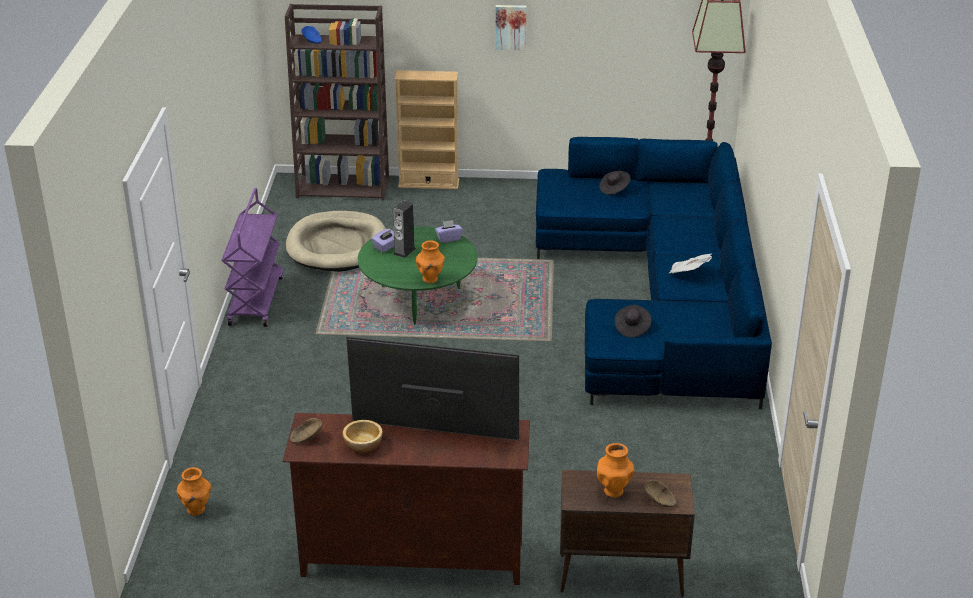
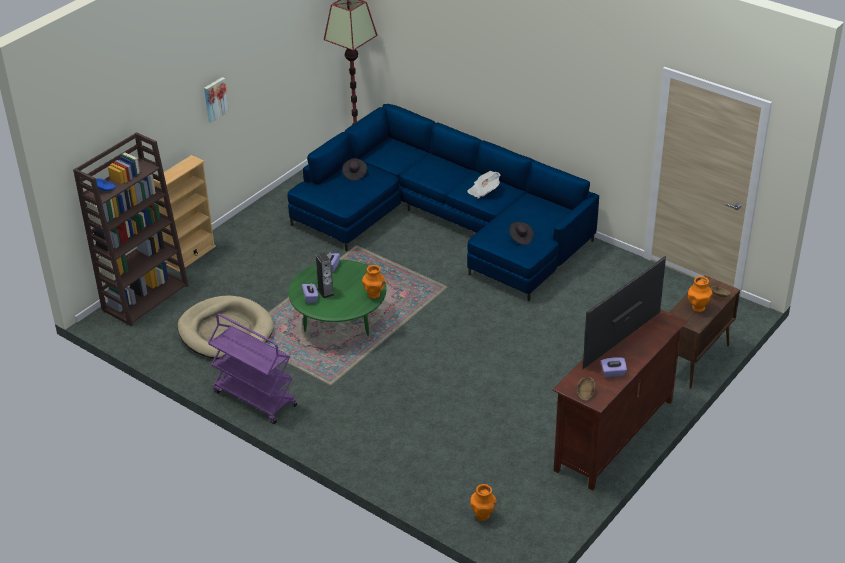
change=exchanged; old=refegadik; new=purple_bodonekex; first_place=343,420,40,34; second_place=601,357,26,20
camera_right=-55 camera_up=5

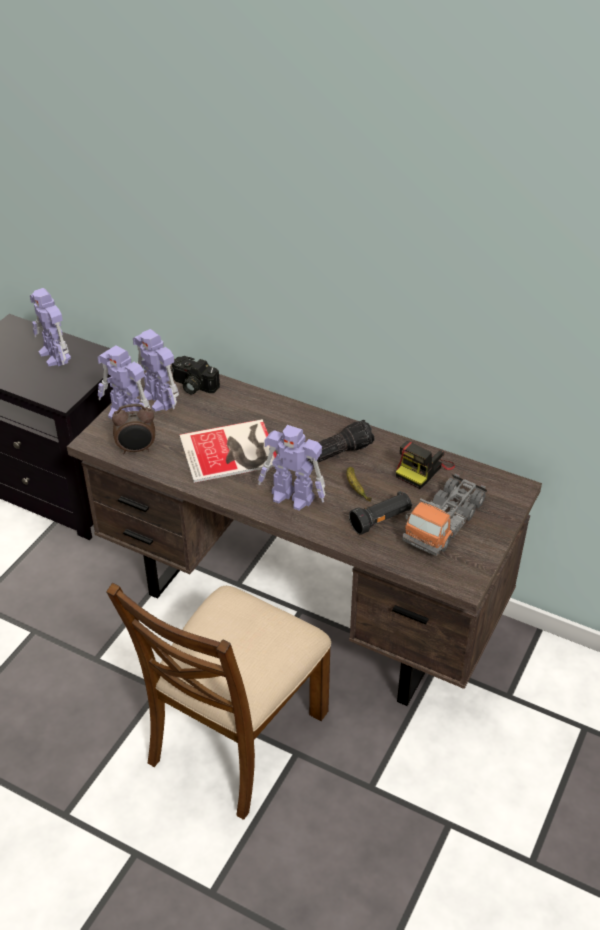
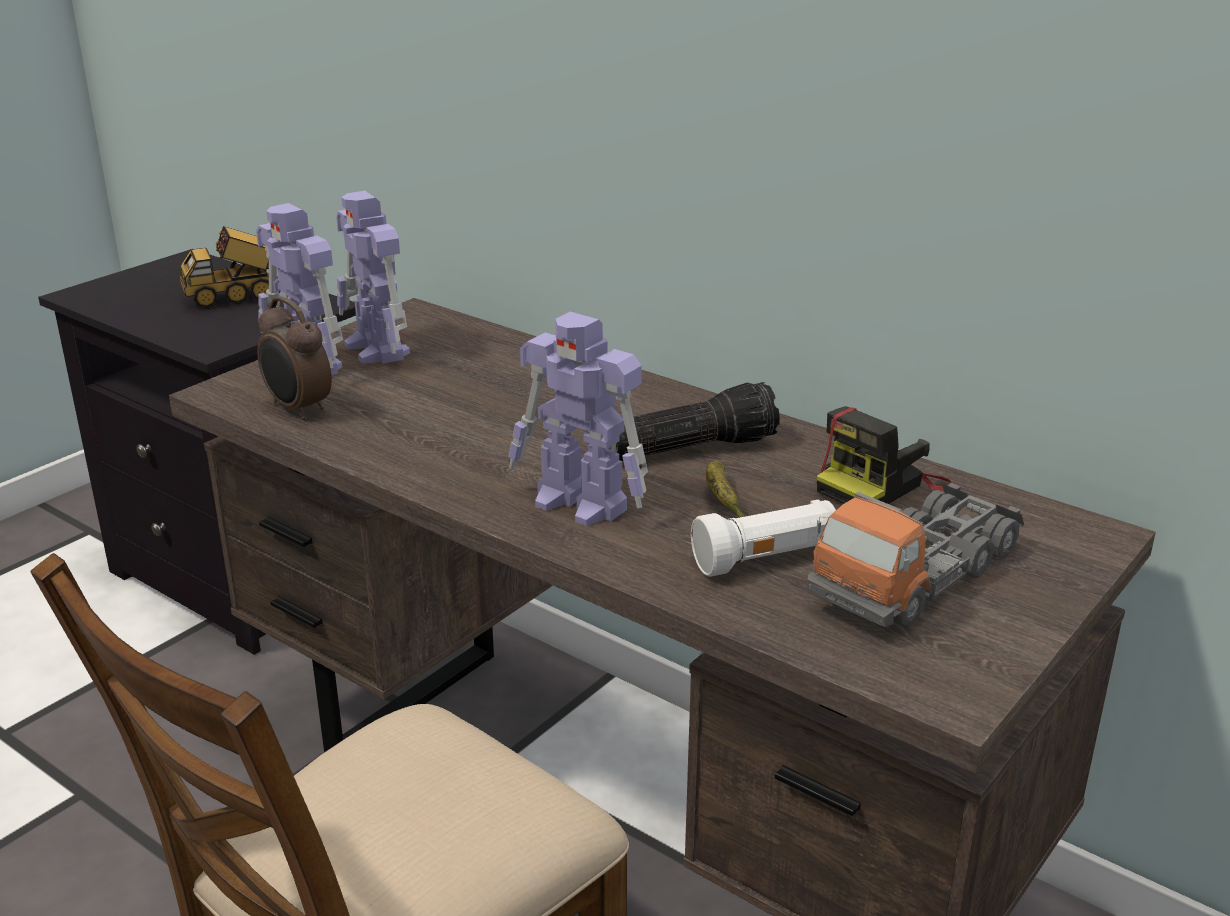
change=exchanged; old=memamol; new=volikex; first_place=30,288,41,78; second_place=180,226,89,83
change=spun; old=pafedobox; first_place=112,404,43,50; second_place=257,297,75,123; degrees=45
change=missing; old=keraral; first_place=171,356,49,38
change=missing; old=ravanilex; first_place=179,419,98,64
change=colour; old=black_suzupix; new=white_suzupix; first_place=349,491,63,44; second_place=691,499,145,78
camera_right=10 camera_up=-15

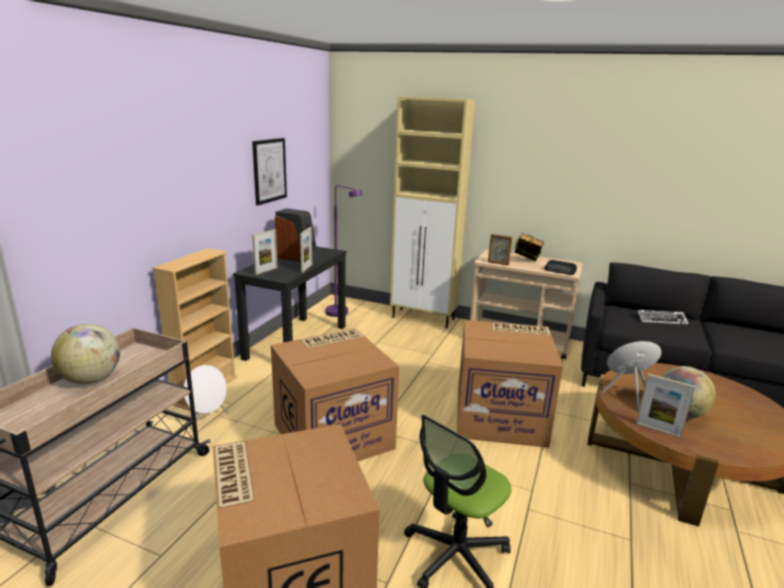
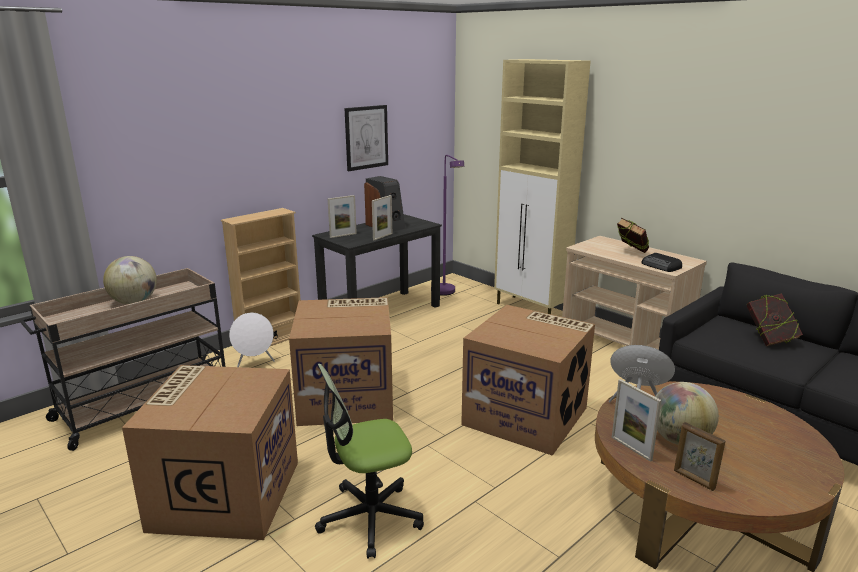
change=relocated; old=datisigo; first_place=488,234,25,31; second_place=674,422,51,69
change=exchanged; old=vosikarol; new=ravanilex; first_place=637,310,51,15; second_place=746,293,57,53
camera_right=25 camera_up=0

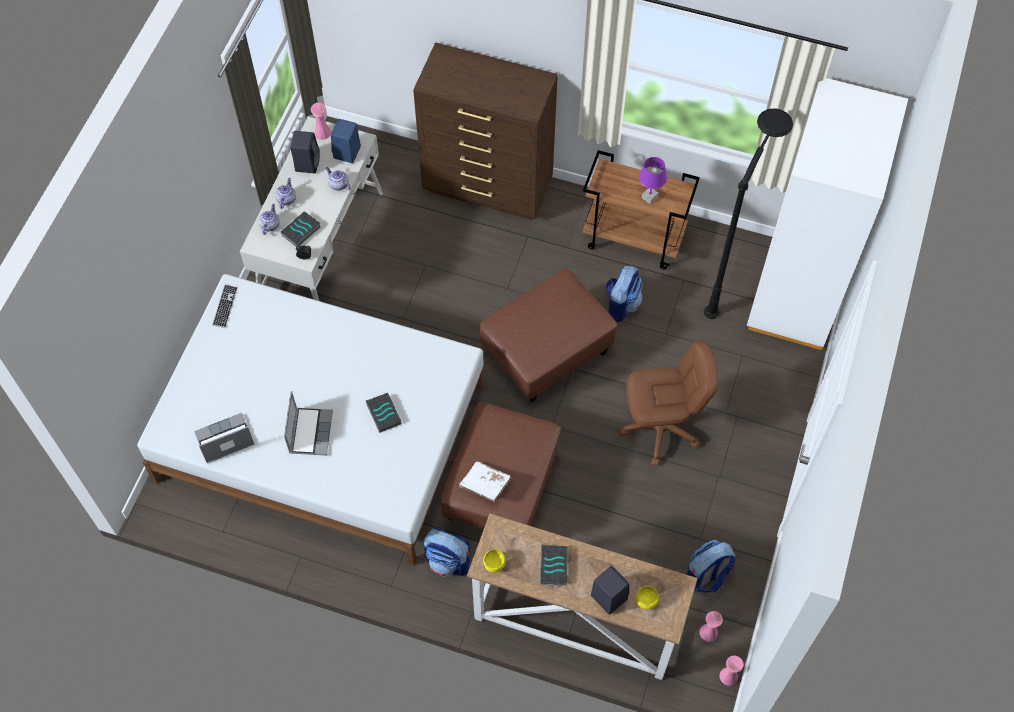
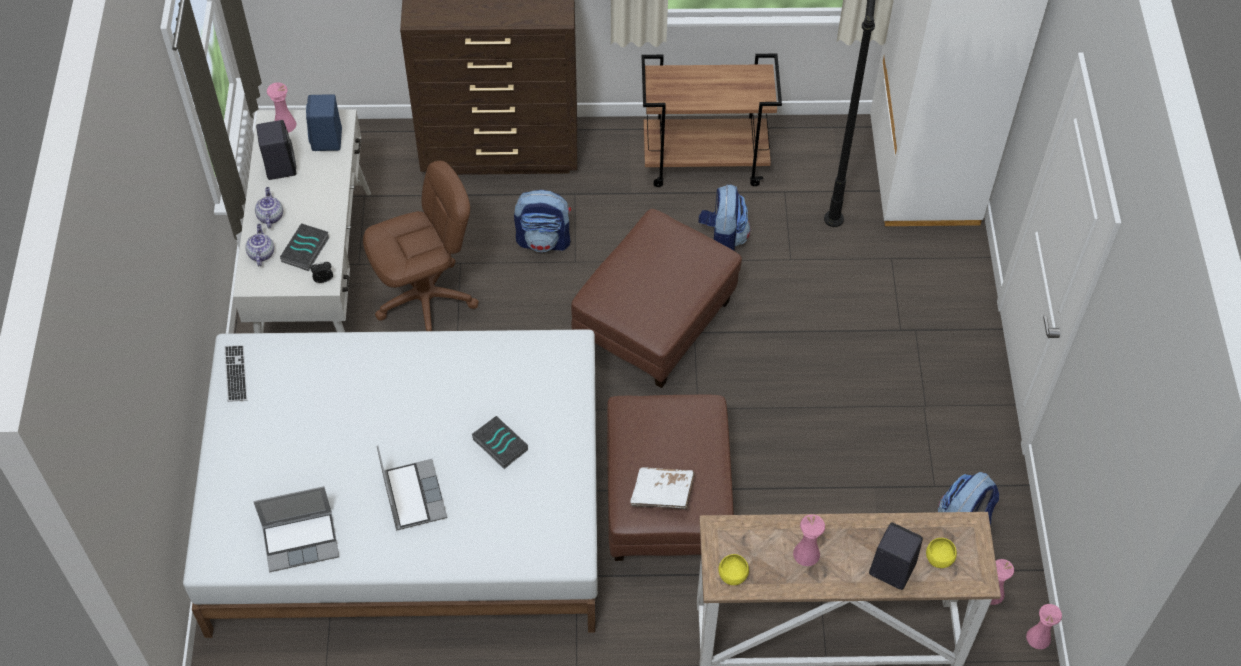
change=spun; old=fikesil; first_place=194,413,60,50; second_place=254,486,85,86; degrees=-150
change=missing; old=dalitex; first_place=326,167,25,24
change=relocated; old=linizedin; first_place=423,527,47,50; second_place=514,190,57,62
change=exchanged; old=ravanilex; new=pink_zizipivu; first_place=540,544,28,41; second_place=793,514,32,52
change=relocated; old=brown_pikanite; first_place=619,340,99,126; second_place=363,161,116,170
change=missing; old=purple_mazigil; first_place=639,157,28,47
camera_right=-20 camera_up=-5

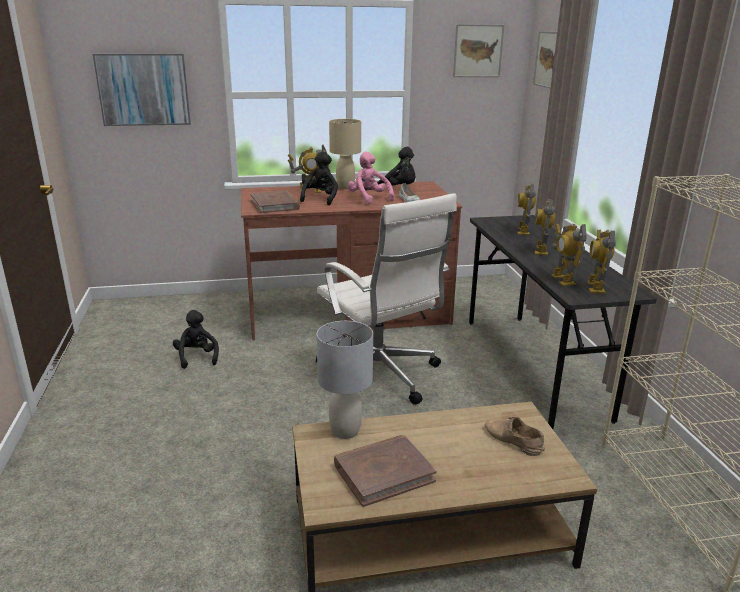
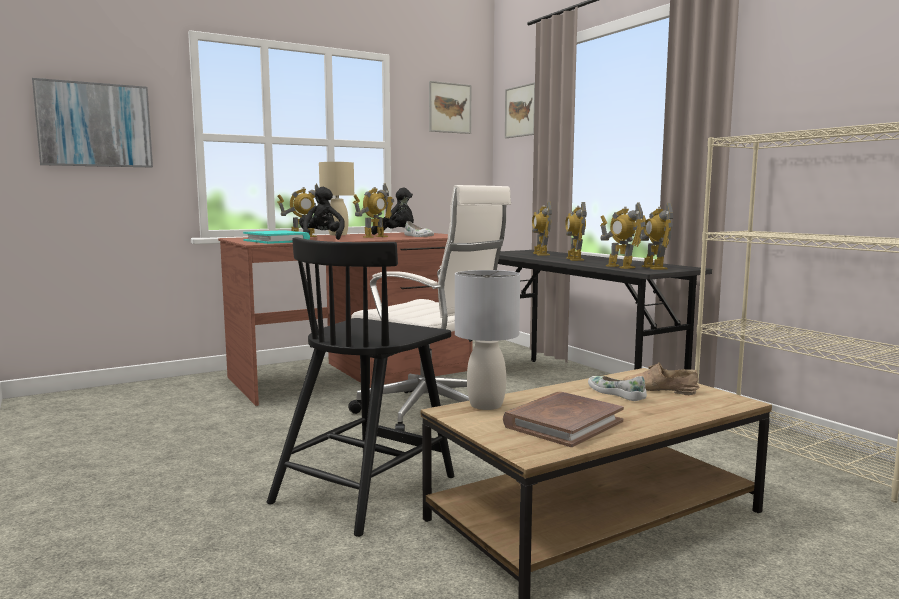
change=missing; old=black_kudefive; first_place=173,310,46,59
change=colour; old=brown_ravanilex; new=turquoise_ravanilex; first_place=250,191,50,22; second_place=243,230,67,14
change=exchanged; old=pink_kudefive; new=memamol; first_place=348,152,46,52; second_place=353,184,41,54
change=appeared; new=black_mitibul; second_place=267,237,187,300
change=appeared; new=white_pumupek; second_place=588,376,59,25
camera_right=-20 camera_up=-15

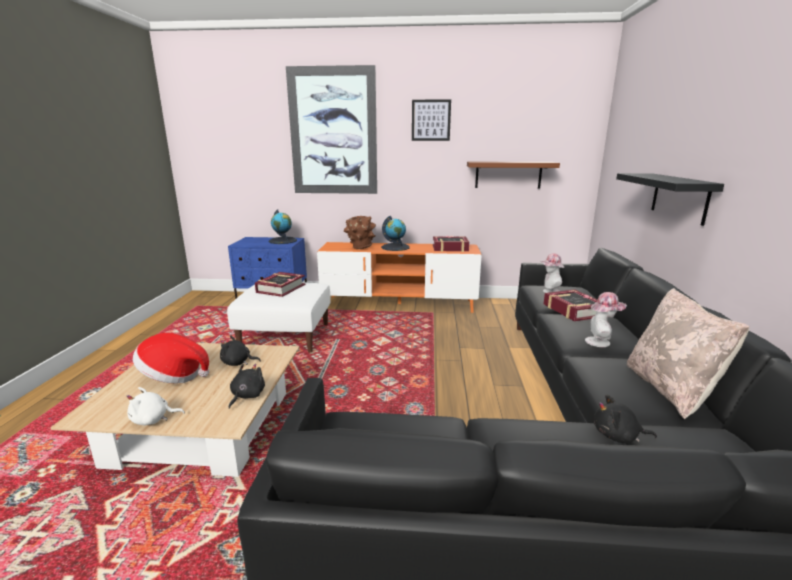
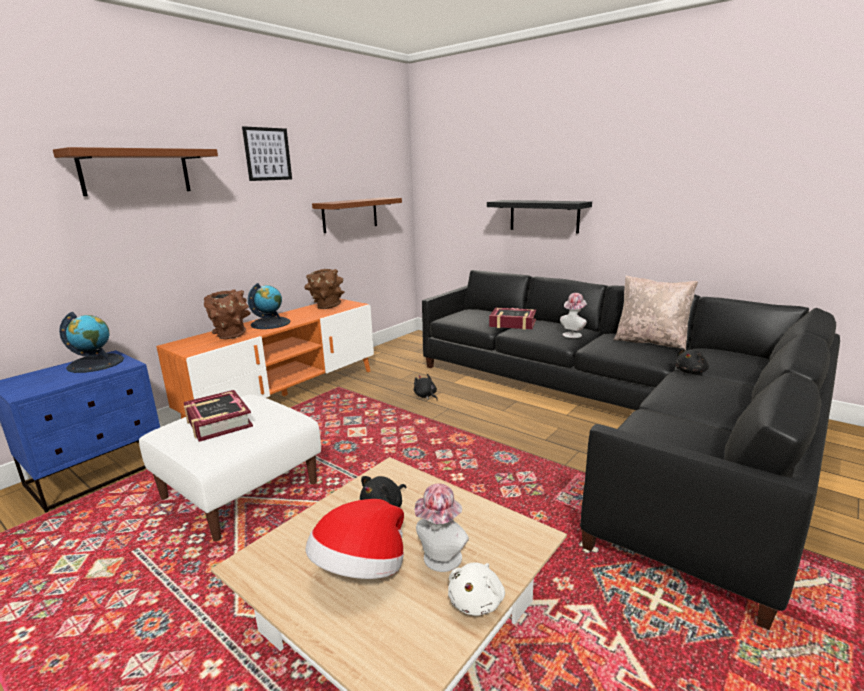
change=relocated; old=black_kudefive; first_place=229,364,36,45; second_place=414,374,24,27
change=exchanged; old=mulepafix; new=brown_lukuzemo; first_place=286,65,91,129; second_place=53,147,165,49
change=exchanged; old=ravanilex; new=brown_zizipivu; first_place=433,236,37,16; second_place=304,269,41,40
change=relocated; old=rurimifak; first_place=540,253,24,40; second_place=414,483,55,89
camera_right=-55 camera_up=0

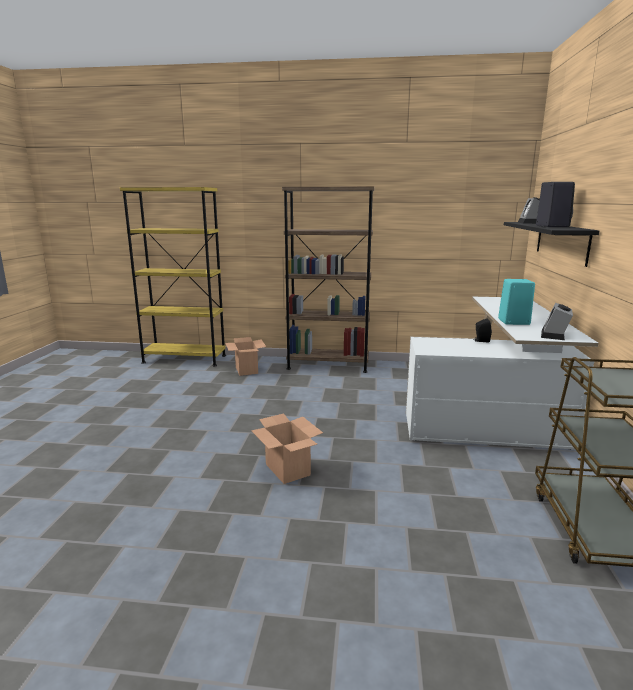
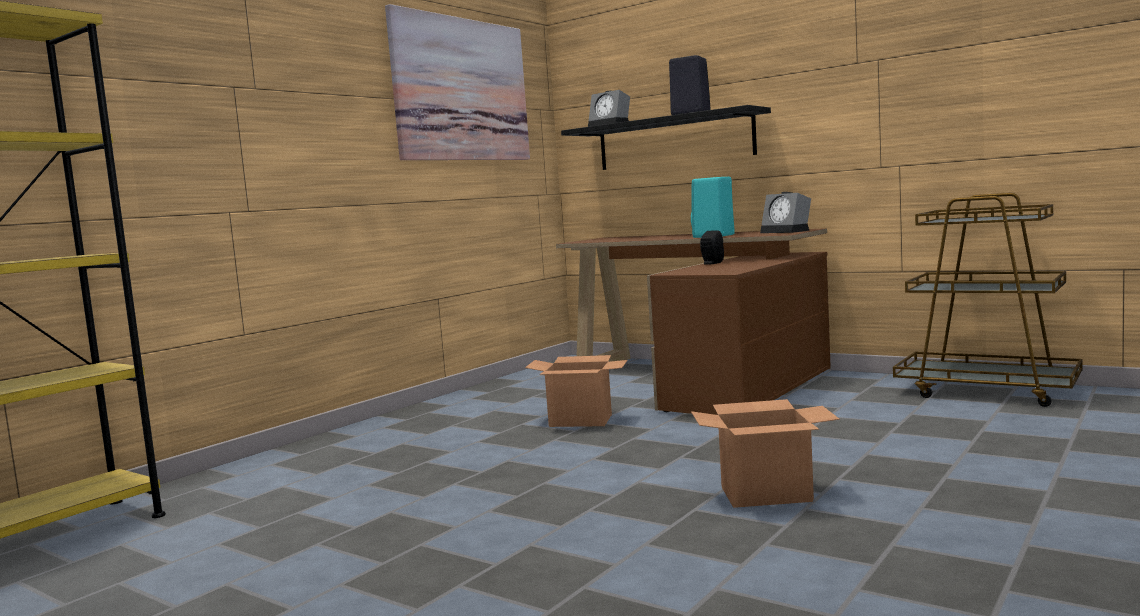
change=relocated; old=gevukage; first_place=225,337,41,39; second_place=525,355,103,72
change=missing; old=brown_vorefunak; first_place=282,187,92,186
change=colour; old=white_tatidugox; new=brown_tatidugox; first_place=406,297,193,153; second_place=556,228,275,187
change=appeared; new=mulepafix; second_place=385,4,145,156
camera_right=-60 camera_up=-10

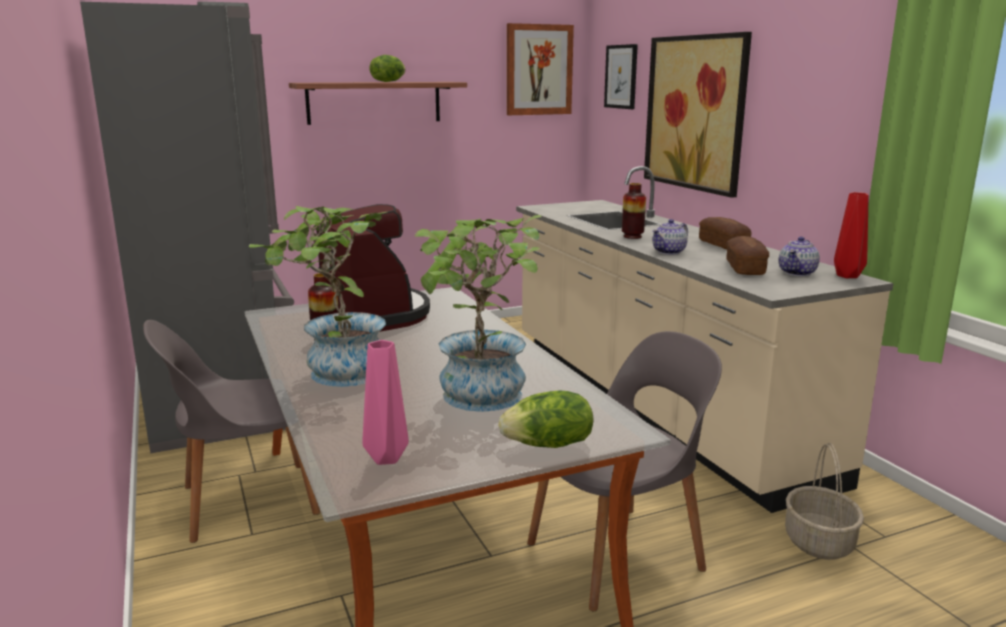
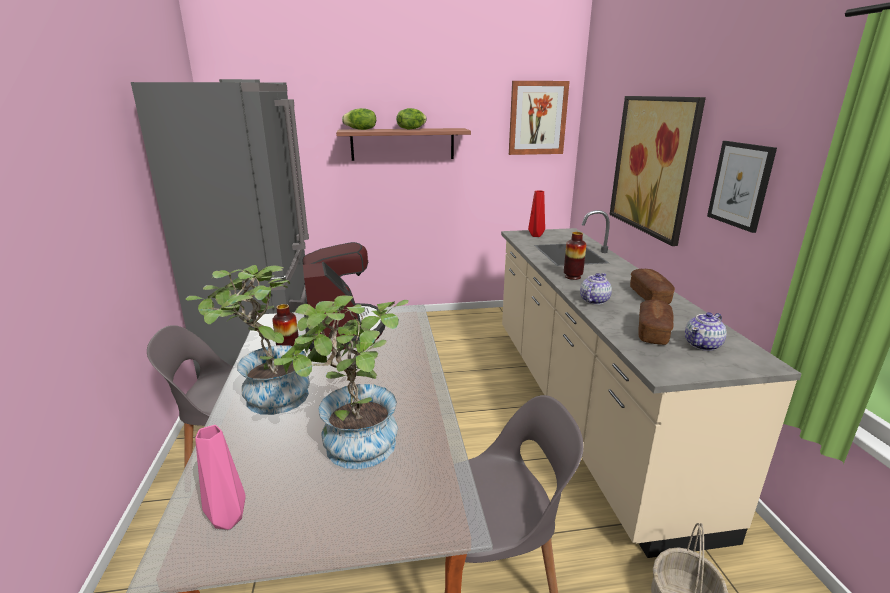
change=relocated; old=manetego; first_place=499,390,94,58; second_place=342,108,34,22
change=relocated; old=mulepafix; first_place=604,44,34,65; second_place=707,141,70,92
change=spun; old=dalitex; first_place=652,219,36,36; second_place=580,273,32,32; degrees=150
change=relocated; old=red_zizipivu; first_place=834,192,34,86; second_place=528,190,17,47
camera_right=15 camera_up=5

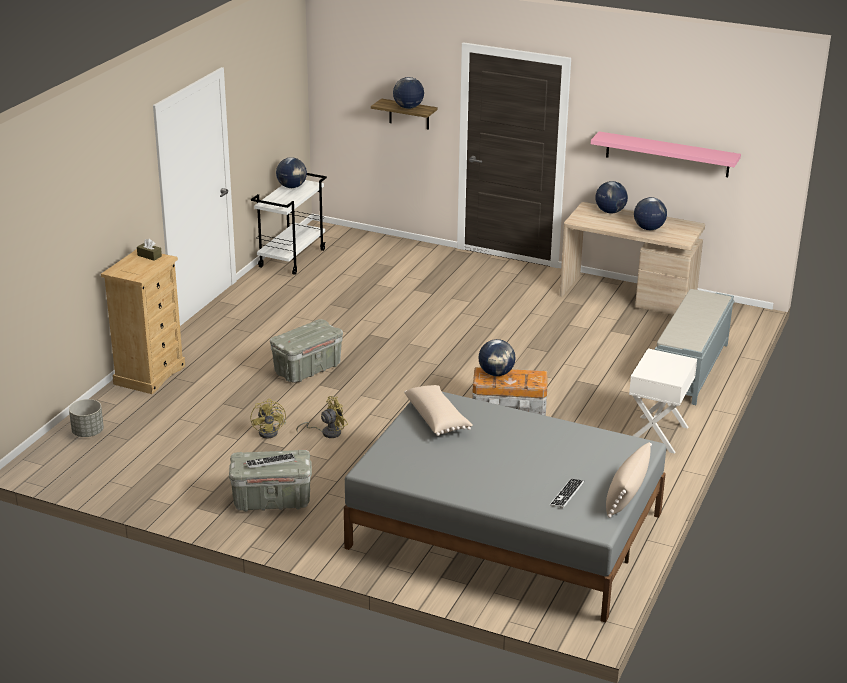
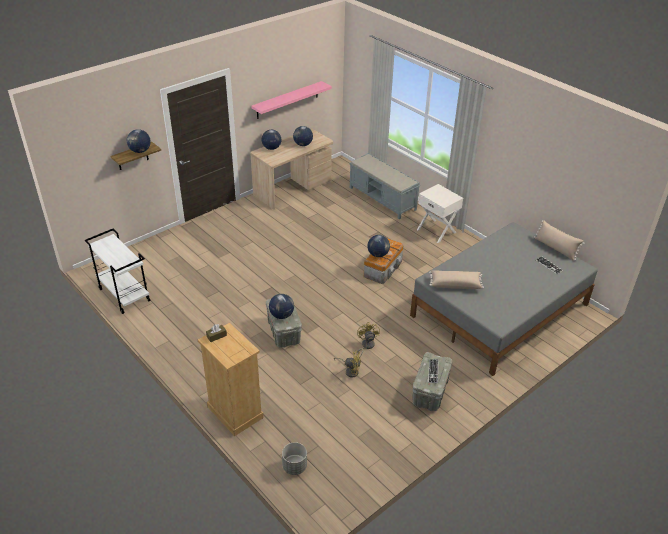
change=relocated; old=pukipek; first_place=276,157,31,31; second_place=269,294,25,25
camera_right=-65 camera_up=10

